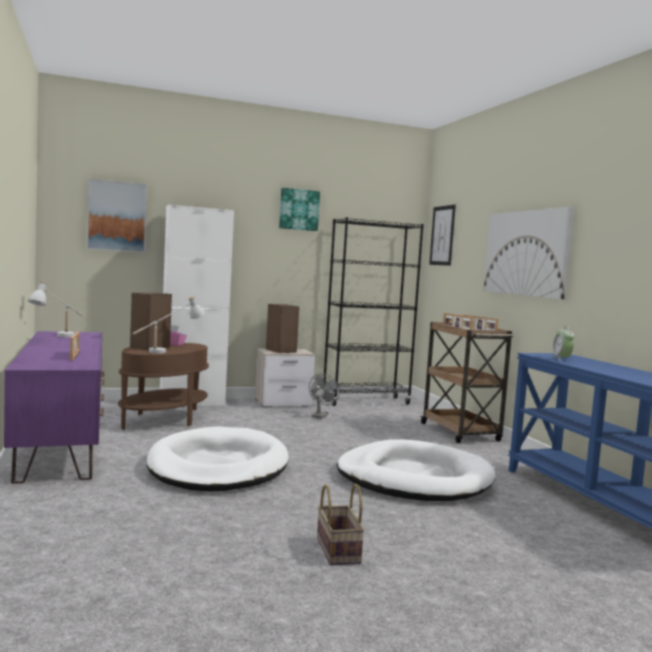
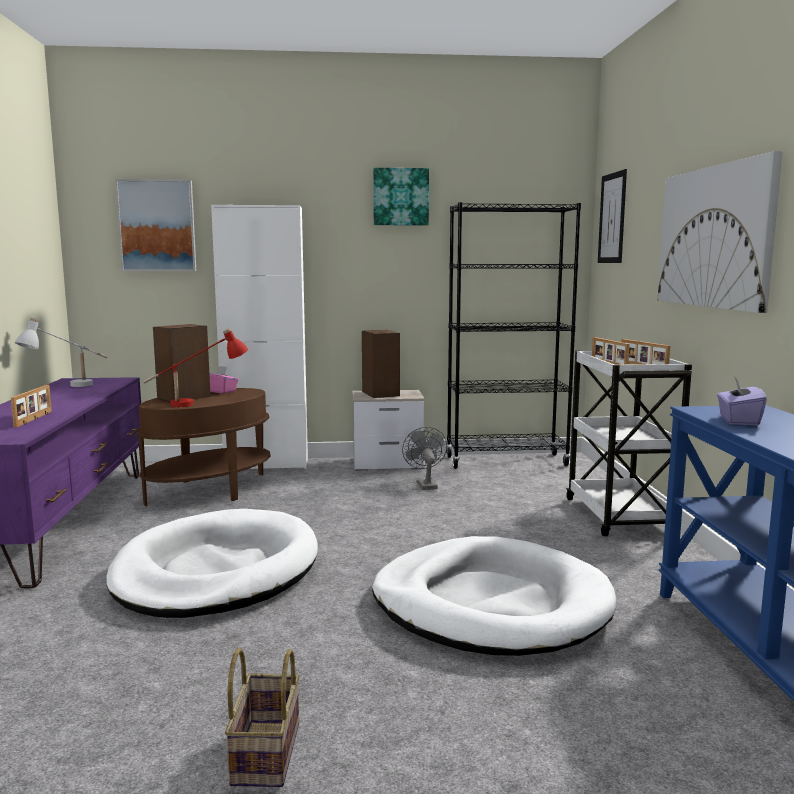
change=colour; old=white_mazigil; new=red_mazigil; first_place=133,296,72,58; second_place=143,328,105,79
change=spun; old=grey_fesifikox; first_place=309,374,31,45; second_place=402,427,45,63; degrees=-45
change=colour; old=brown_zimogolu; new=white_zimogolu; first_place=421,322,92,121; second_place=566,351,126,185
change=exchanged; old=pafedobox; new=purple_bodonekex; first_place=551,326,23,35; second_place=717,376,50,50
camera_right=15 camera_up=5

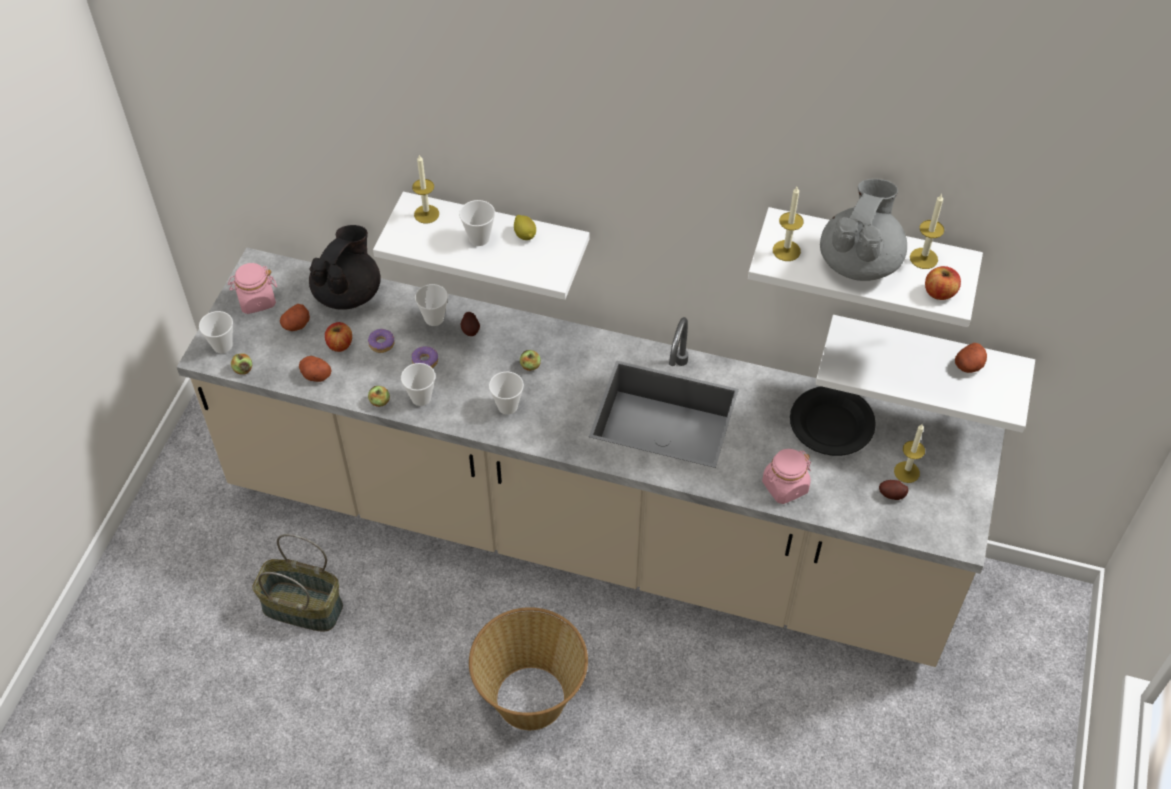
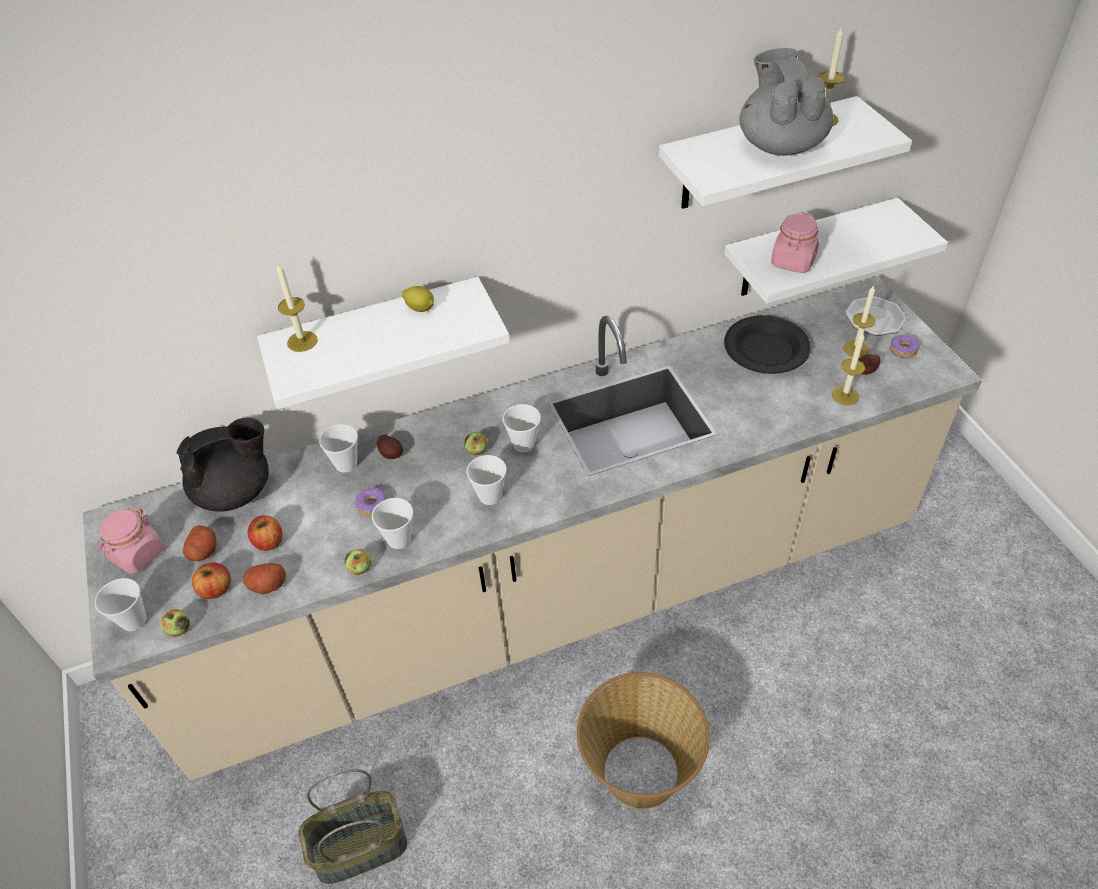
change=spun; old=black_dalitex; first_place=309,225,72,85; second_place=176,418,93,94; degrees=75
change=relocated; old=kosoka; first_place=368,329,27,24; second_place=890,334,30,24
change=relocated; old=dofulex; first_place=459,200,36,46; second_place=503,404,38,48
change=relocated; old=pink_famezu; first_place=762,449,49,55; second_place=771,212,48,61
change=relocated; old=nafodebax; first_place=773,187,31,74; second_place=832,332,33,73
change=relocated; old=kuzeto; first_place=925,266,36,34; second_place=192,562,39,37
change=missing; old=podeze; first_place=955,343,32,30
change=appeared; new=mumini; second_place=845,297,62,39
camera_right=-35 camera_up=-5

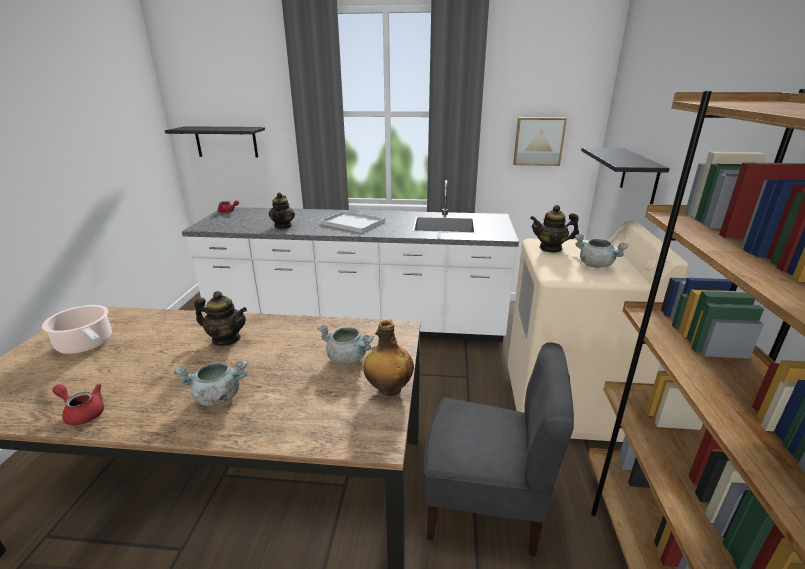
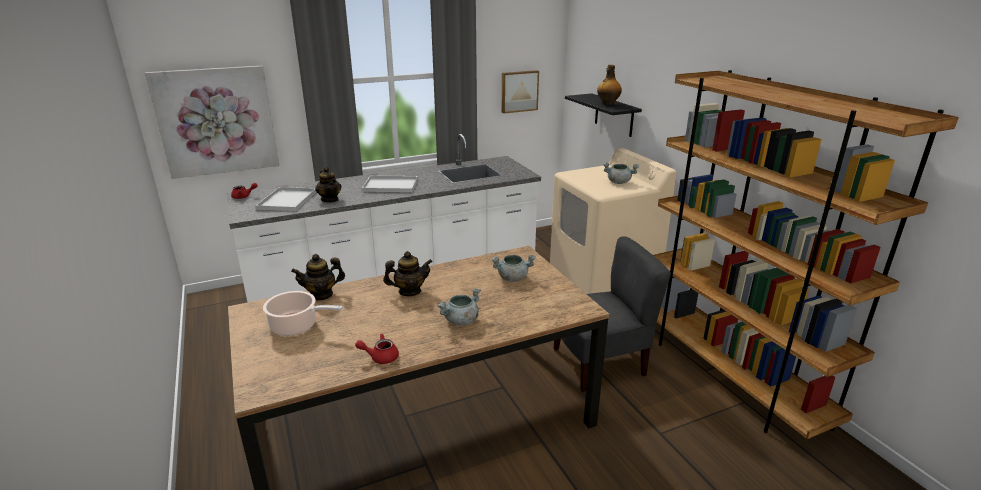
change=exchanged; old=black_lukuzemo; new=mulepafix; first_place=165,126,100,32; second_place=145,66,134,113
change=relocated; old=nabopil; first_place=363,320,51,76; second_place=597,65,25,40
change=relocated; old=dalitex; first_place=530,205,49,47; second_place=291,254,54,47
change=appeared; new=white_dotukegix; second_place=255,187,61,24
camera_right=-30 camera_up=0

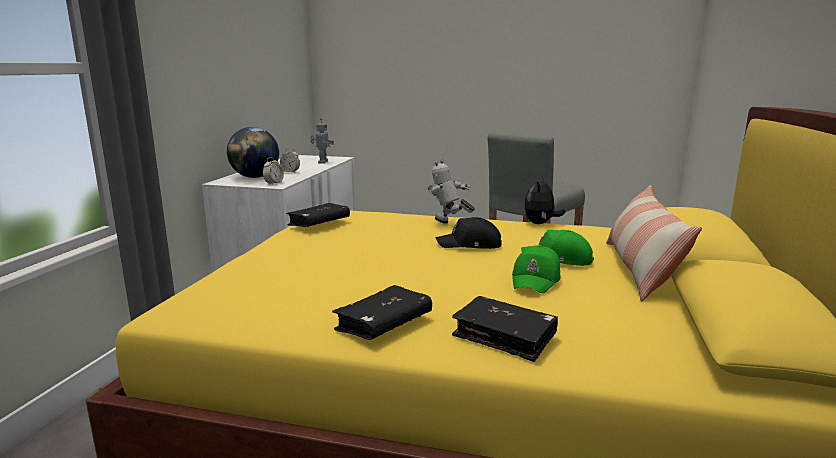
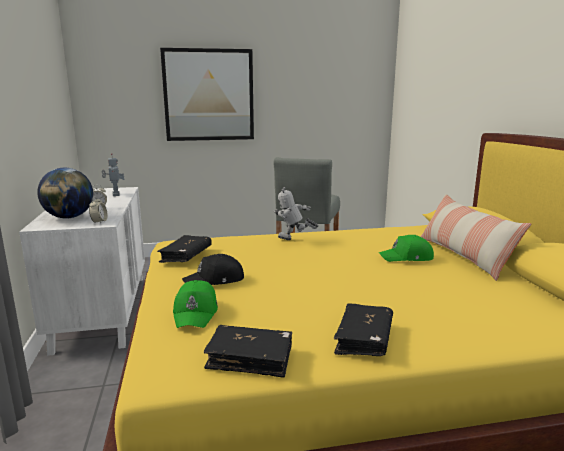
change=relocated; old=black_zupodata; first_place=435,217,66,32; second_place=182,254,62,31
change=relocated; old=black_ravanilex; first_place=452,296,106,66; second_place=204,325,88,53
change=relocated; old=green_zupodata; first_place=512,245,49,49; second_place=173,280,45,48
change=missing; old=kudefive; first_place=524,177,41,47
change=appeared; new=mulepafix; second_place=160,48,94,93
camera_right=-25 camera_up=0

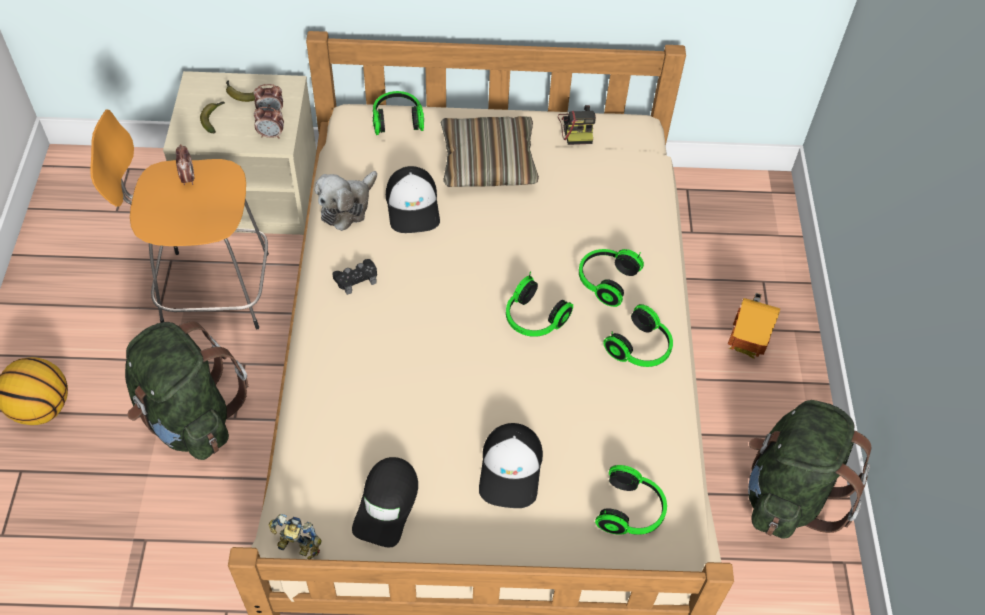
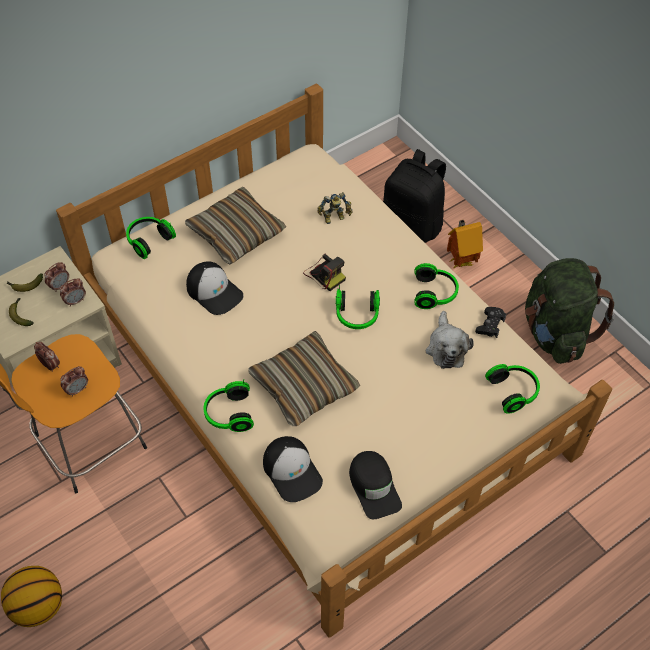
change=missing; old=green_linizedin; first_place=125,321,124,139
change=relocated; old=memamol; first_place=268,514,53,45; second_place=317,192,35,32
change=relocated; old=kudefive; first_place=315,171,62,60; second_place=426,311,48,58
change=relocated; old=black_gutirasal; first_place=332,259,45,36; second_place=475,307,31,31
change=relocated; old=zupodata; first_place=479,423,64,85; second_place=263,436,60,66
change=relocated; old=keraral; first_place=558,105,38,40; second_place=303,253,43,38
change=relocated; old=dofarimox; first_place=579,249,65,58; second_place=203,379,51,53
change=appeared; new=pafedobox; second_place=60,366,28,31
change=appeared; new=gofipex; second_place=248,331,112,95
change=appeared; new=black_linizedin; second_place=383,149,63,94
camera_right=-35 camera_up=0

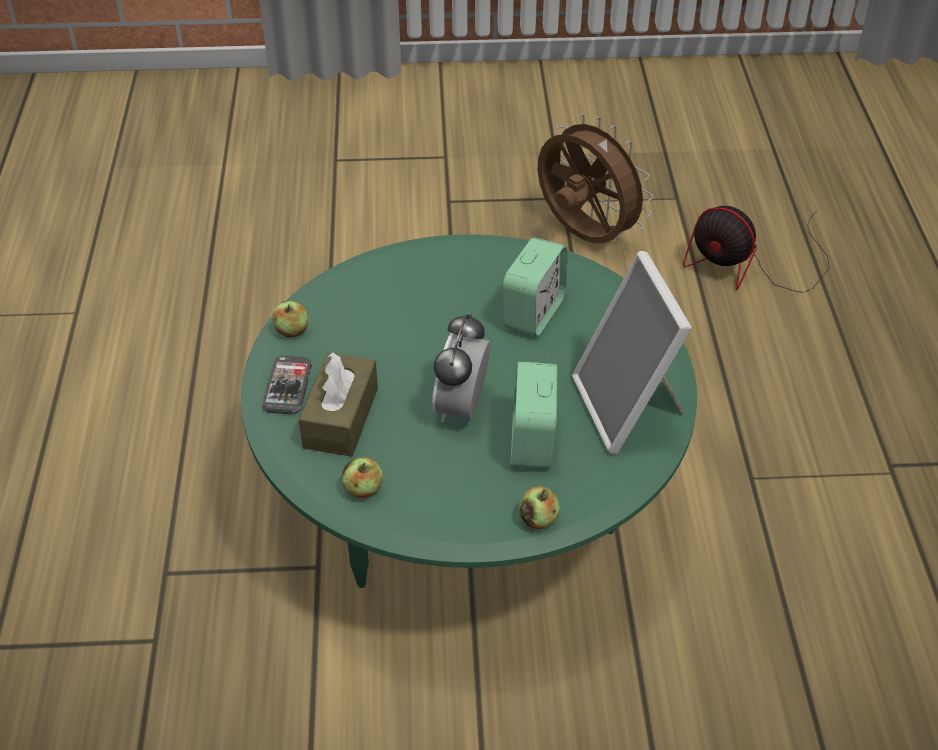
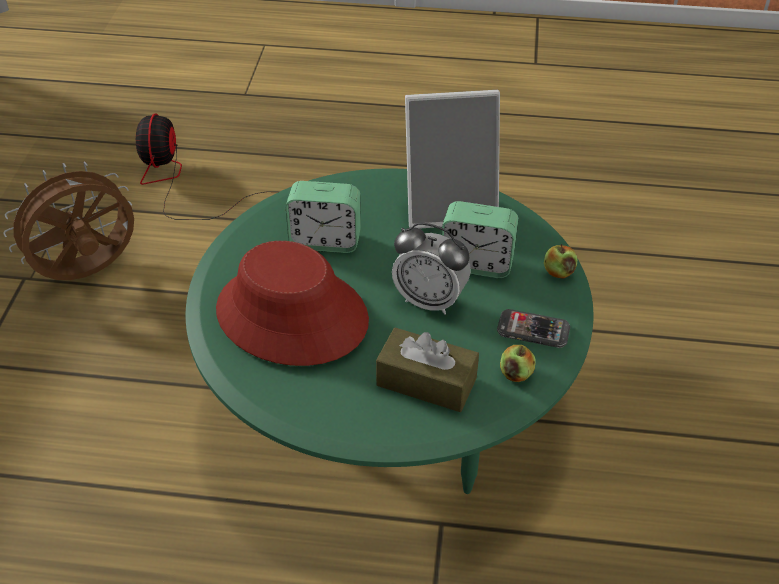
change=relocated; old=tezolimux; first_place=262,355,50,59; second_place=497,309,73,39
change=missing; old=kuzeto; first_place=272,300,37,37
change=spun; old=pafedobox; first_place=503,237,64,100; second_place=286,181,75,72; degrees=150
change=spun; old=fesifikox; first_place=683,206,147,87; second_place=136,113,134,107; degrees=135
change=appeared; new=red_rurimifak; second_place=216,241,153,125
camera_right=-80 camera_up=0

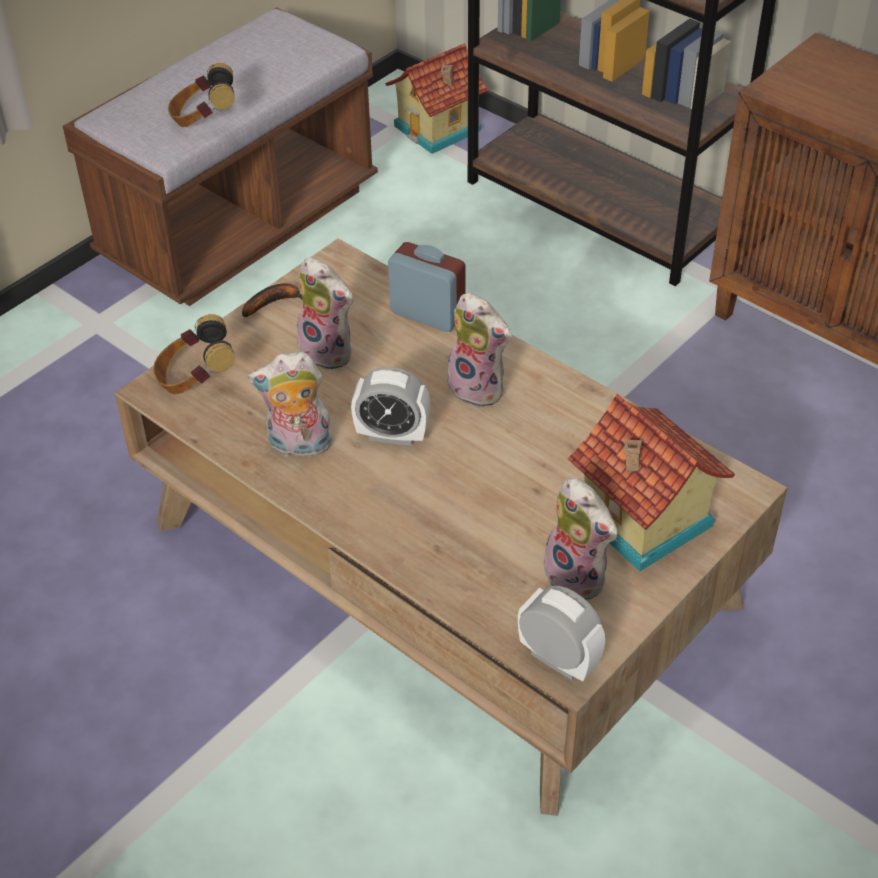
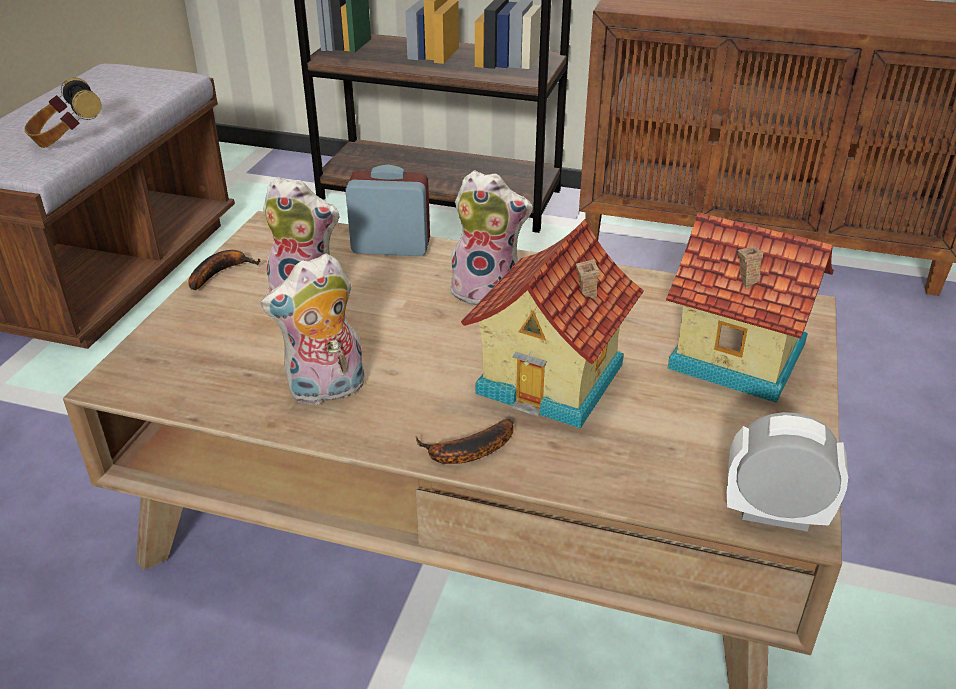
change=missing; old=dofarimox; first_place=153,314,82,80
change=missing; old=pafedobox; first_place=351,367,79,79
change=relocated; old=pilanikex; first_place=385,43,103,111; second_place=461,219,183,210
change=missing; old=kudefive; first_place=542,478,75,122
change=appeared; new=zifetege; second_place=415,419,99,45
camera_right=-25 camera_up=-10

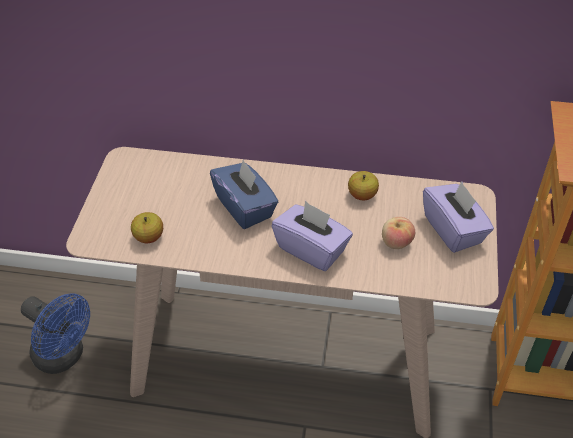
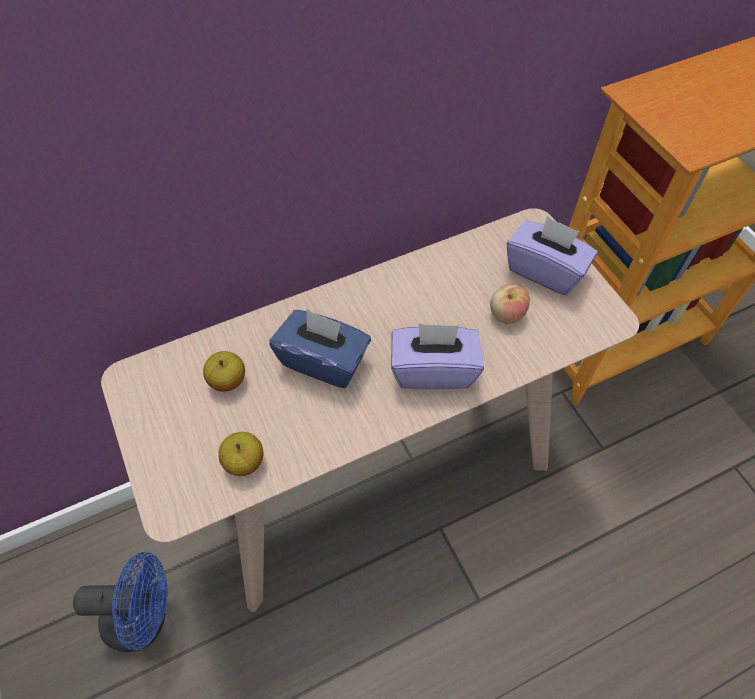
change=relocated; old=kuzeto; first_place=348,171,31,29; second_place=203,351,42,41
camera_right=-35 camera_up=10

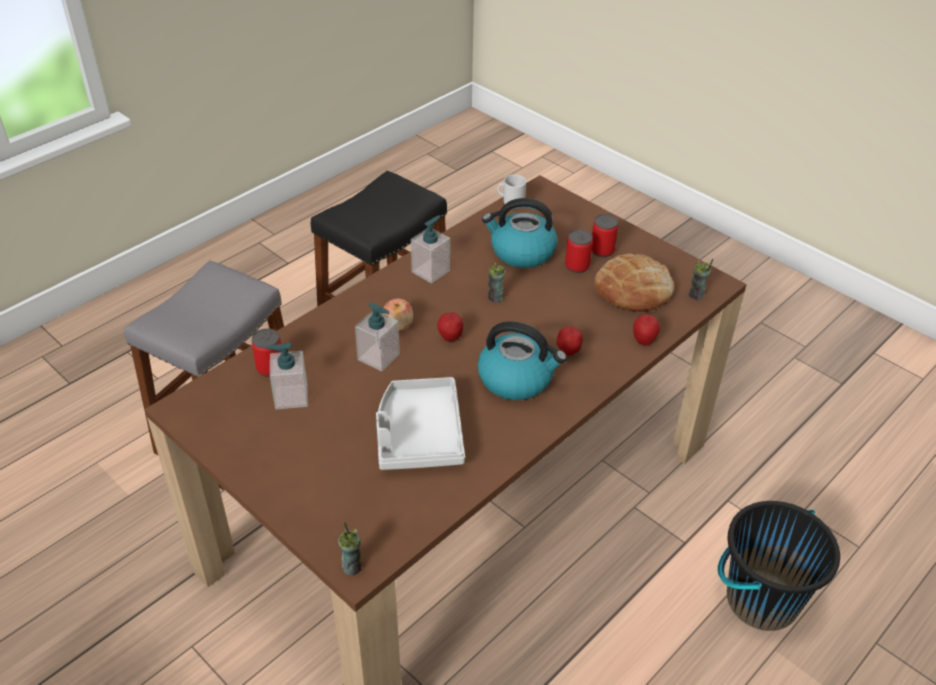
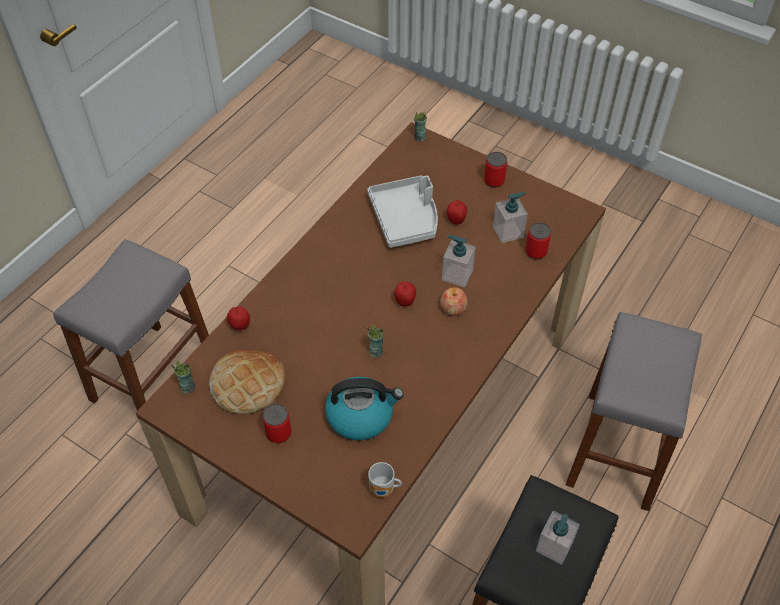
change=relocated; old=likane; first_place=411,215,39,68; second_place=536,511,44,54
change=missing; old=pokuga; first_place=478,321,89,79
change=relocated; old=kuzeto; first_place=557,326,26,30; second_place=447,200,20,25
change=relocated; old=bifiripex; first_place=565,229,28,44; second_place=484,152,23,36
change=exchanged; old=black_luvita; new=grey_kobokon; first_place=717,501,123,130; second_place=53,239,156,172
camera_right=170 camera_up=10

